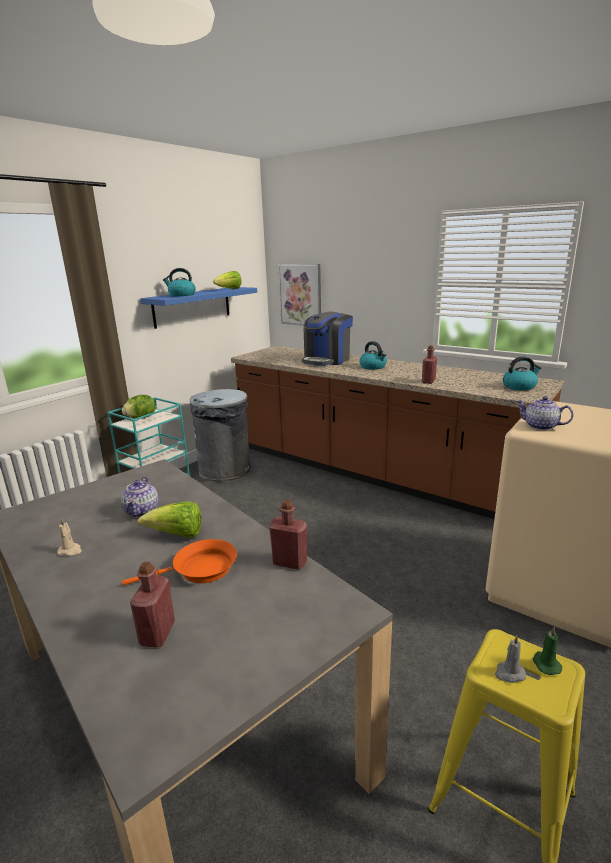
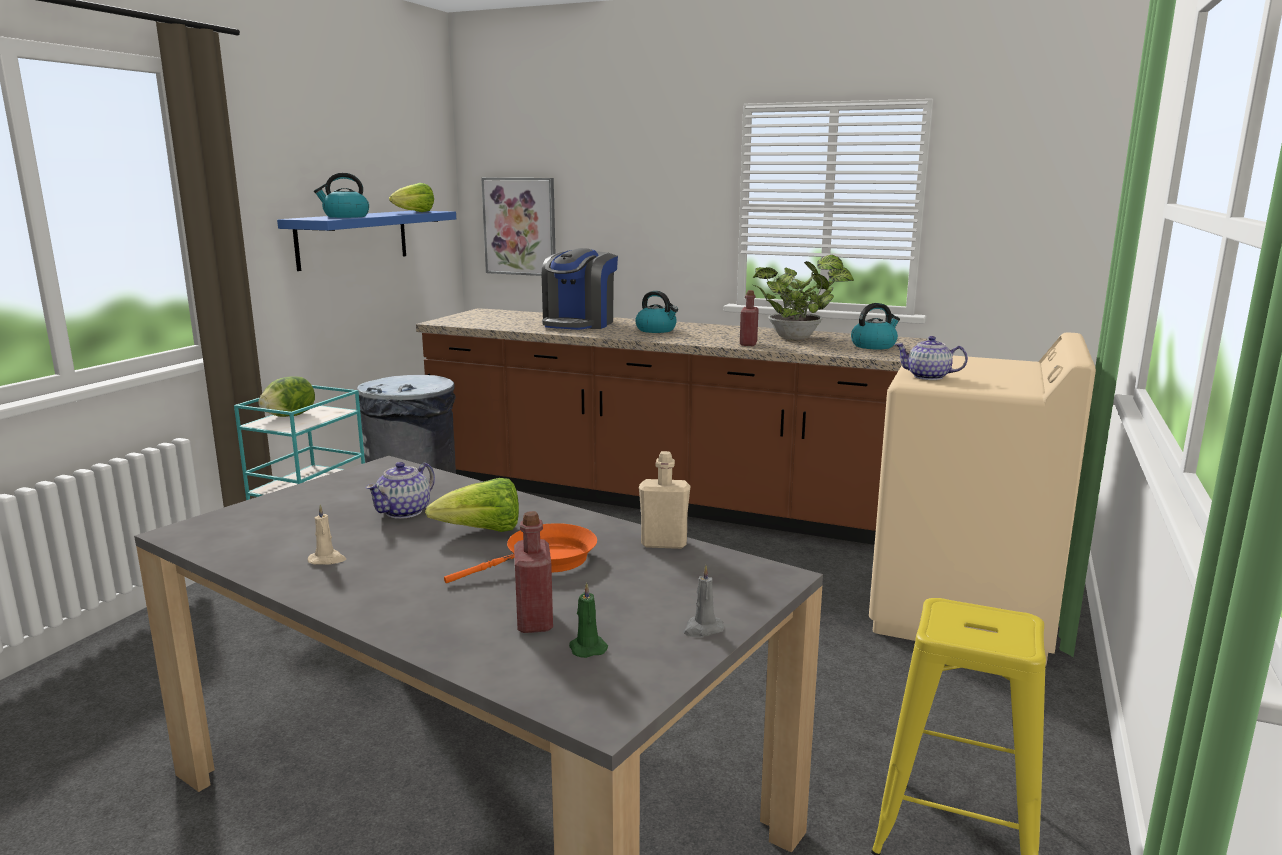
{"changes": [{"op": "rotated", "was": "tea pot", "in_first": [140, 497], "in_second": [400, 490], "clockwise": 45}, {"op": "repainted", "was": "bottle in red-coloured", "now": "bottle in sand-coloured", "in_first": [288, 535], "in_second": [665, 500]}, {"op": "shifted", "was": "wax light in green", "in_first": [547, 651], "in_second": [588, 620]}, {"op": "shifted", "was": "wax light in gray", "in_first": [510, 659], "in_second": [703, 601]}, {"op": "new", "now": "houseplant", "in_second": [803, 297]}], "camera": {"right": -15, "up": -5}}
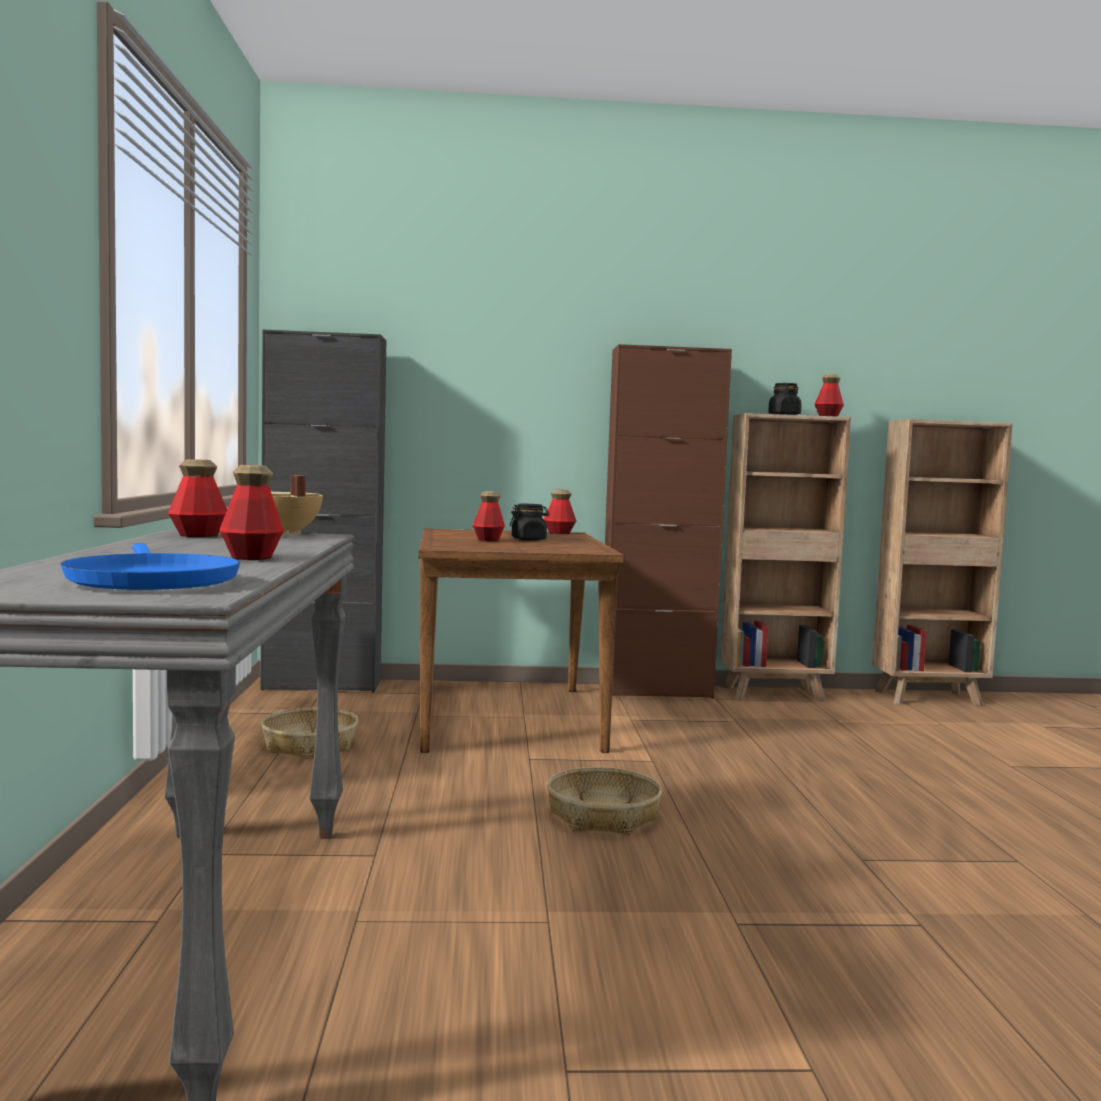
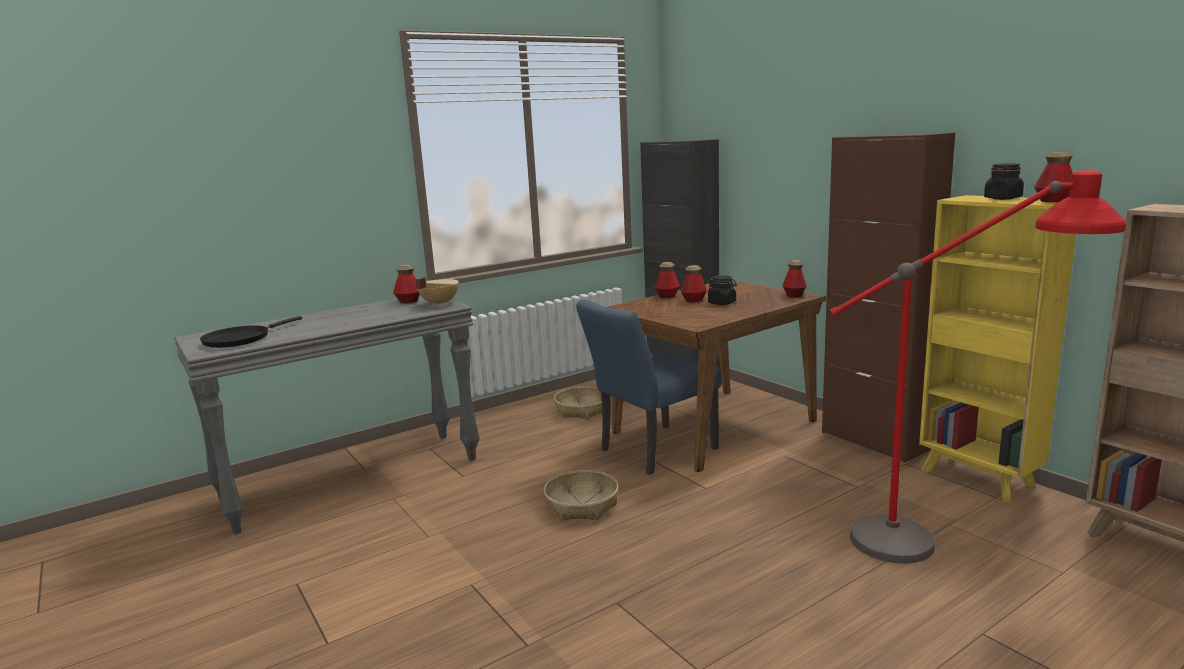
{"changes": [{"op": "repainted", "was": "shelving unit in brown", "now": "shelving unit in yellow-coloured", "in_first": [786, 557], "in_second": [997, 348]}, {"op": "shifted", "was": "bottle", "in_first": [251, 512], "in_second": [667, 280]}, {"op": "repainted", "was": "pan in blue-coloured", "now": "pan in black-coloured", "in_first": [150, 567], "in_second": [251, 332]}, {"op": "new", "now": "floor lamp in red-coloured", "in_second": [978, 367]}, {"op": "new", "now": "chair in blue-coloured", "in_second": [648, 387]}], "camera": {"right": 60, "up": 10}}
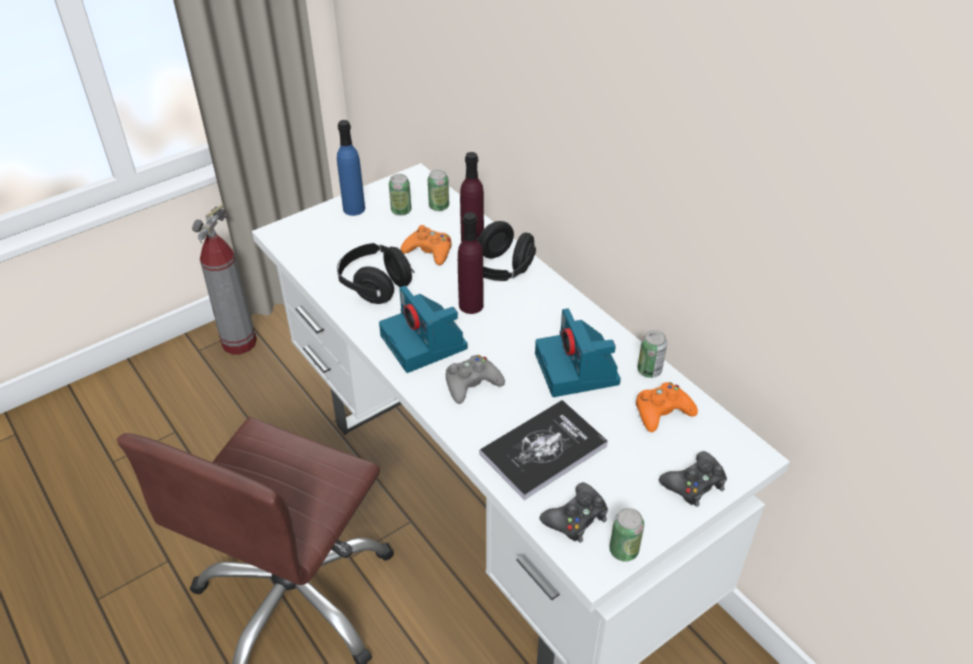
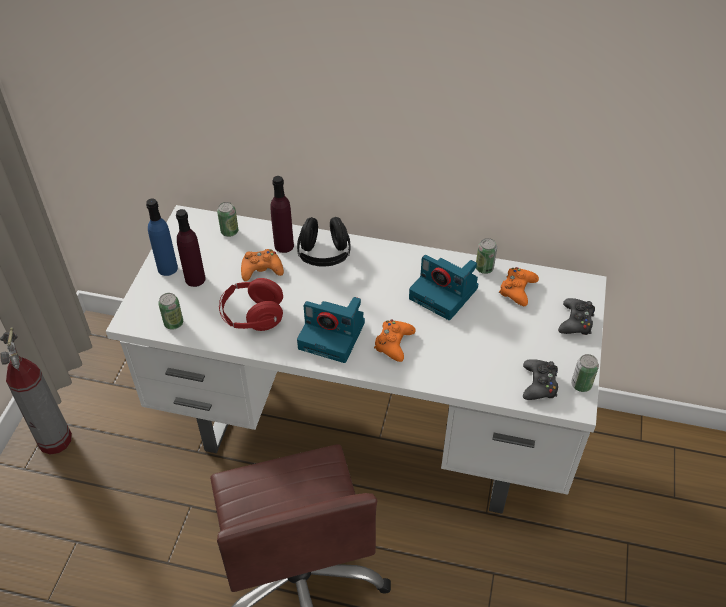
{"changes": [{"op": "shifted", "was": "sealed can", "in_first": [400, 194], "in_second": [170, 311]}, {"op": "shifted", "was": "bottle in purplish", "in_first": [471, 263], "in_second": [191, 248]}, {"op": "repainted", "was": "headphones in black-coloured", "now": "headphones in red-coloured", "in_first": [375, 273], "in_second": [251, 304]}, {"op": "repainted", "was": "gamepad in gray", "now": "gamepad in orange", "in_first": [475, 379], "in_second": [395, 341]}, {"op": "gone", "was": "volume", "in_first": [543, 450]}], "camera": {"right": -40, "up": 5}}
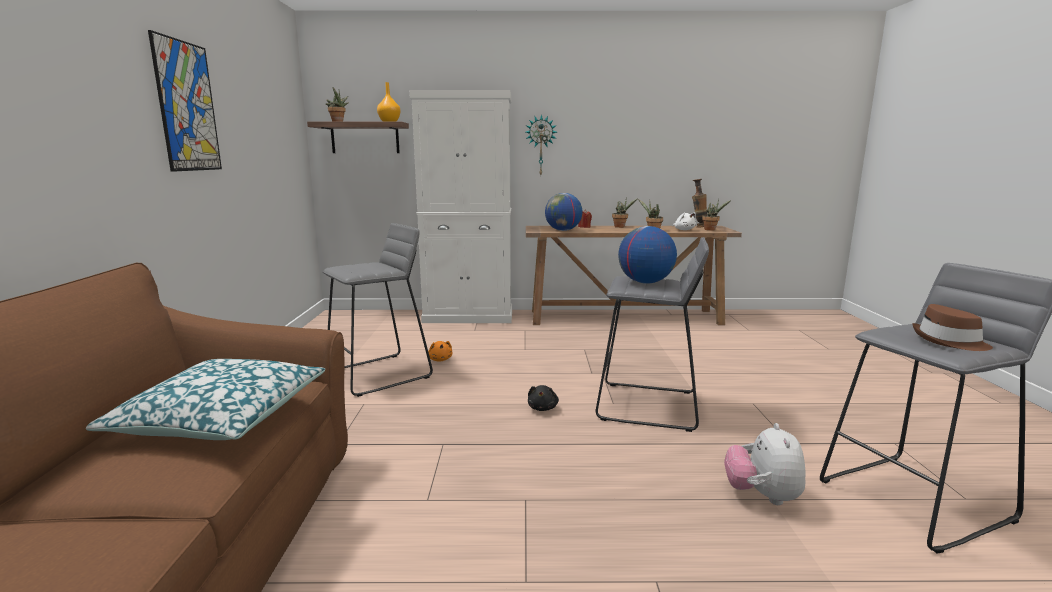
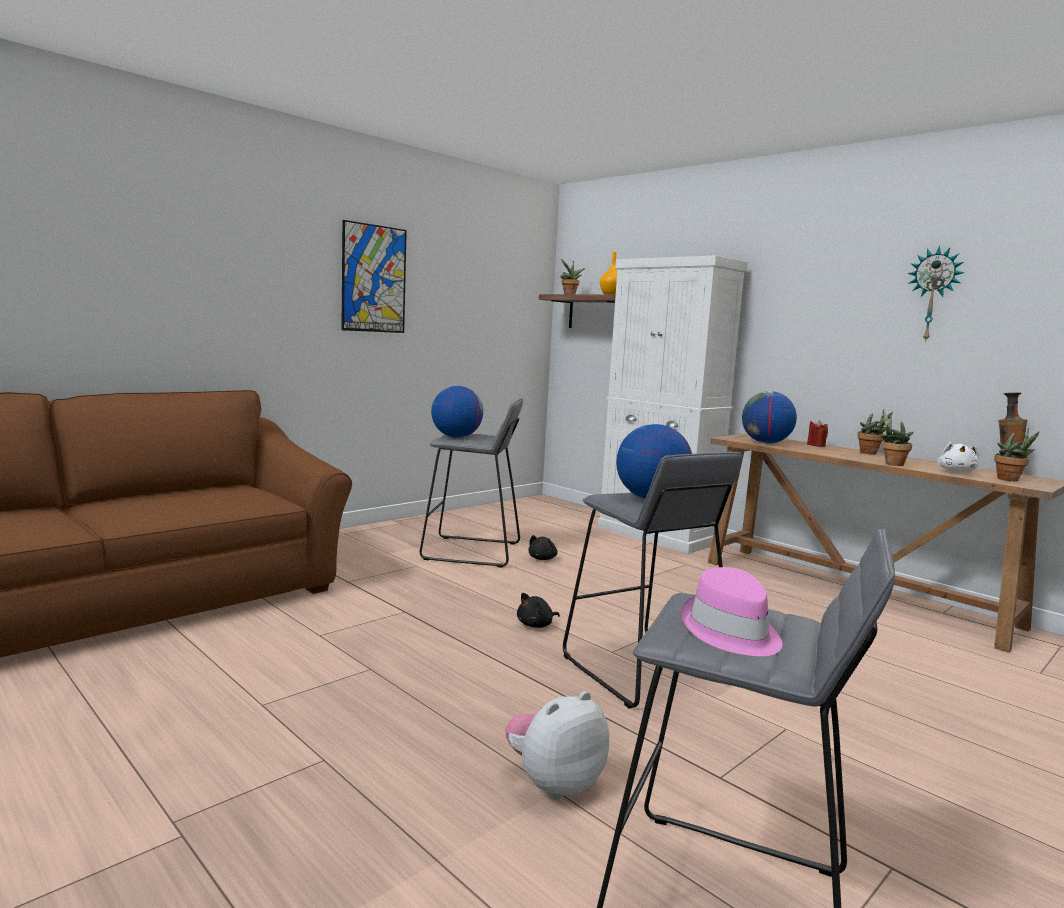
{"changes": [{"op": "shifted", "was": "hanging clock", "in_first": [541, 144], "in_second": [935, 294]}, {"op": "repainted", "was": "wearable hat in brown", "now": "wearable hat in pink", "in_first": [952, 327], "in_second": [731, 611]}, {"op": "repainted", "was": "cuddly toy in orange", "now": "cuddly toy in black-coloured", "in_first": [440, 351], "in_second": [543, 547]}, {"op": "gone", "was": "throw pillow", "in_first": [205, 399]}, {"op": "new", "now": "desk globe", "in_second": [457, 412]}], "camera": {"right": 45, "up": -5}}
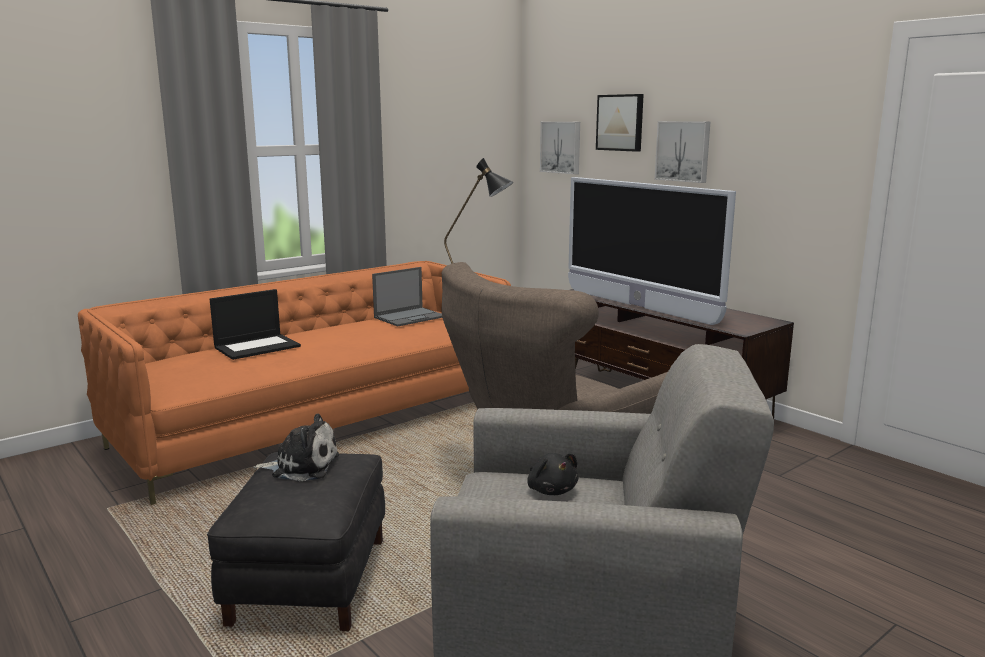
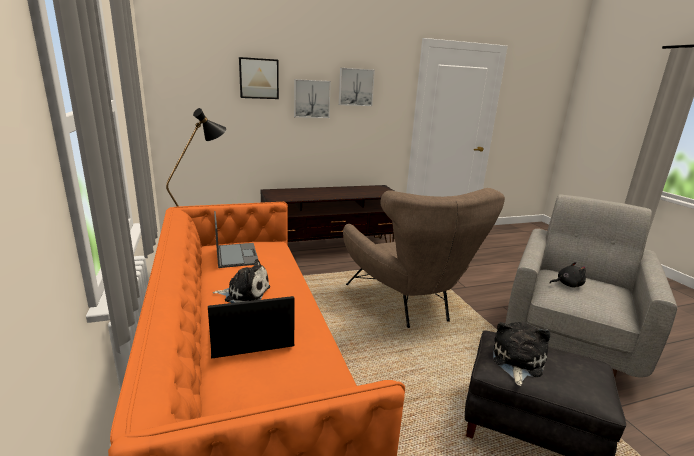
{"changes": [{"op": "shifted", "was": "wall art", "in_first": [560, 148], "in_second": [357, 87]}, {"op": "gone", "was": "TV", "in_first": [652, 251]}, {"op": "rotated", "was": "notebook computer", "in_first": [255, 324], "in_second": [251, 327], "clockwise": -90}, {"op": "new", "now": "cuddly toy", "in_second": [241, 281]}], "camera": {"right": -70, "up": 5}}
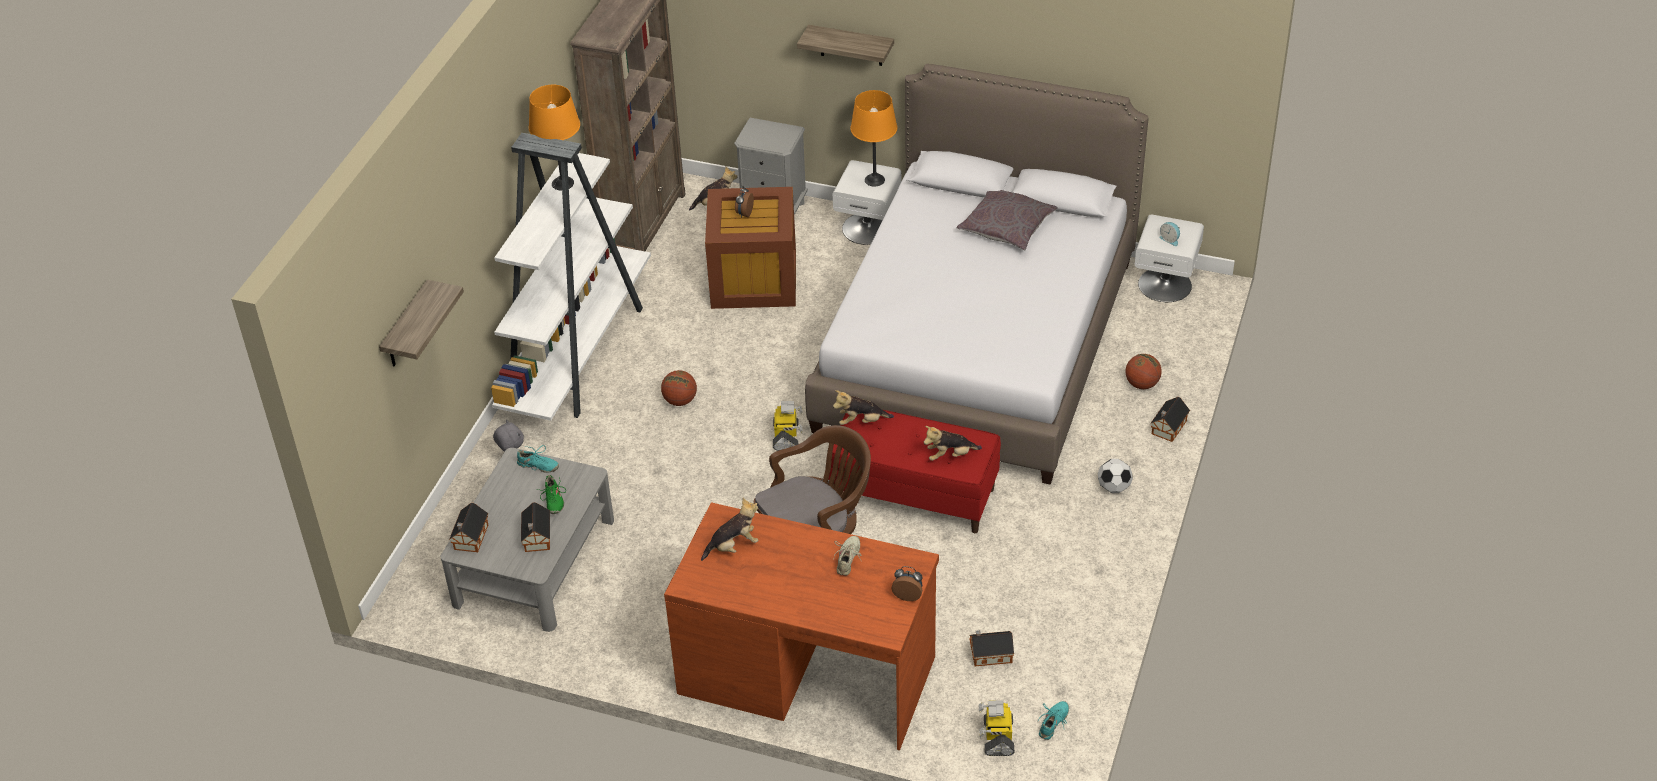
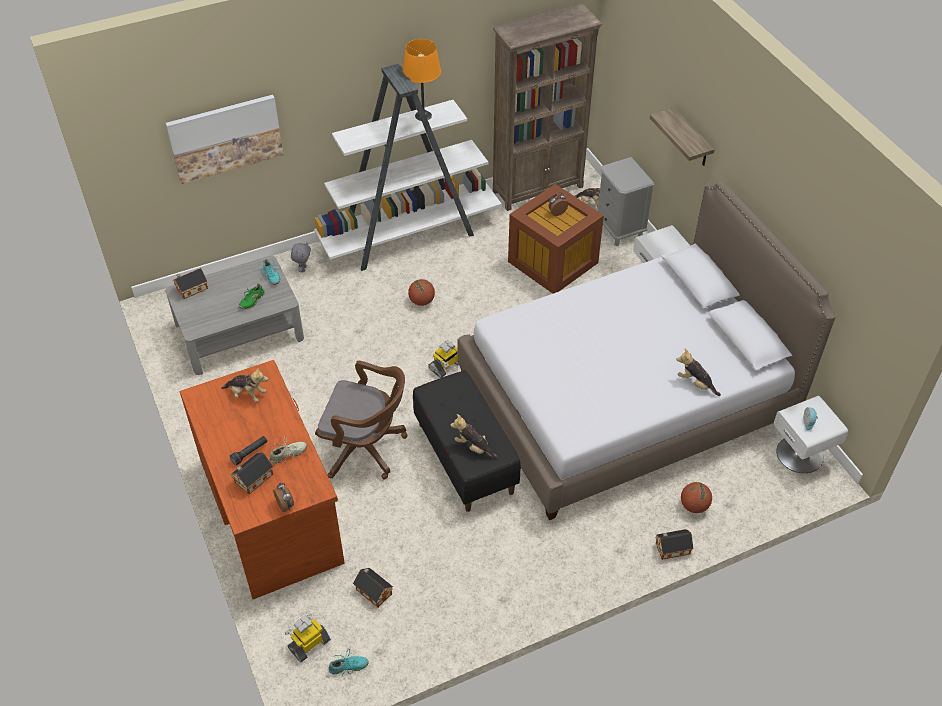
{"changes": [{"op": "gone", "was": "tabletop lamp in orange", "in_first": [873, 138]}, {"op": "gone", "was": "throw pillow in gray", "in_first": [1007, 220]}, {"op": "swapped", "was": "shelf", "now": "wall art", "in_first": [421, 323], "in_second": [225, 139]}, {"op": "shifted", "was": "cuddly toy", "in_first": [863, 407], "in_second": [698, 372]}, {"op": "repainted", "was": "long seat in red-coloured", "now": "long seat in black-coloured", "in_first": [914, 471], "in_second": [467, 441]}, {"op": "gone", "was": "ball for football", "in_first": [1115, 476]}, {"op": "shifted", "was": "model house", "in_first": [535, 527], "in_second": [251, 473]}, {"op": "new", "now": "hand torch in black-coloured", "in_second": [248, 450]}], "camera": {"right": 45, "up": 5}}
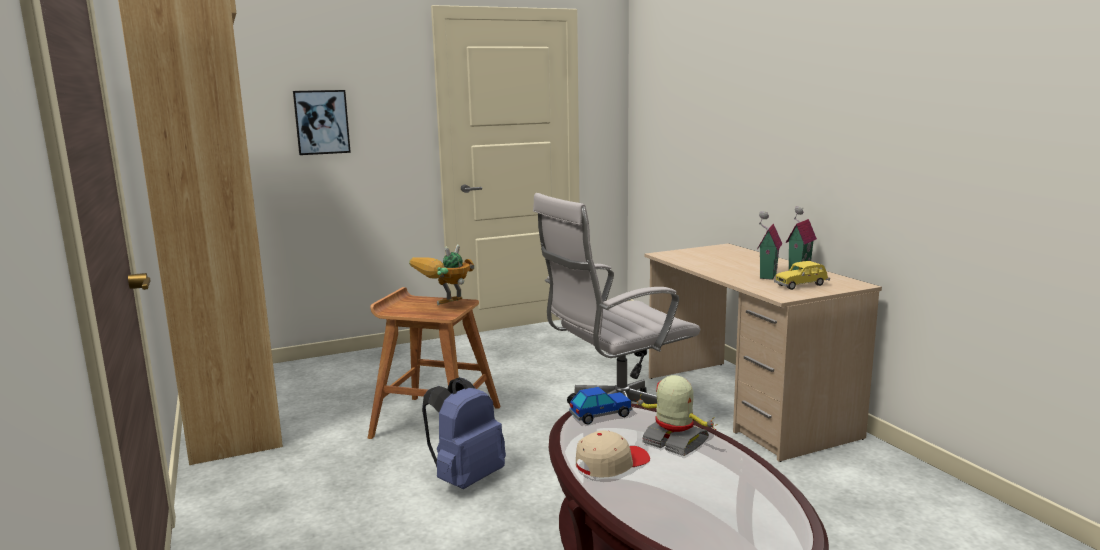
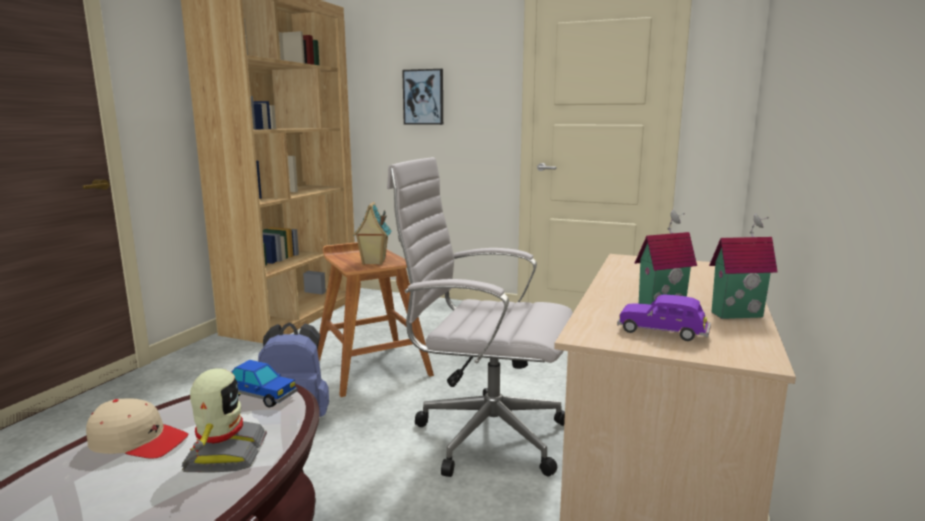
{"changes": [{"op": "swapped", "was": "robot figure", "now": "model house", "in_first": [441, 275], "in_second": [372, 233]}, {"op": "repainted", "was": "miniature car in yellow-coloured", "now": "miniature car in purplish", "in_first": [802, 275], "in_second": [664, 317]}], "camera": {"right": 45, "up": 0}}
